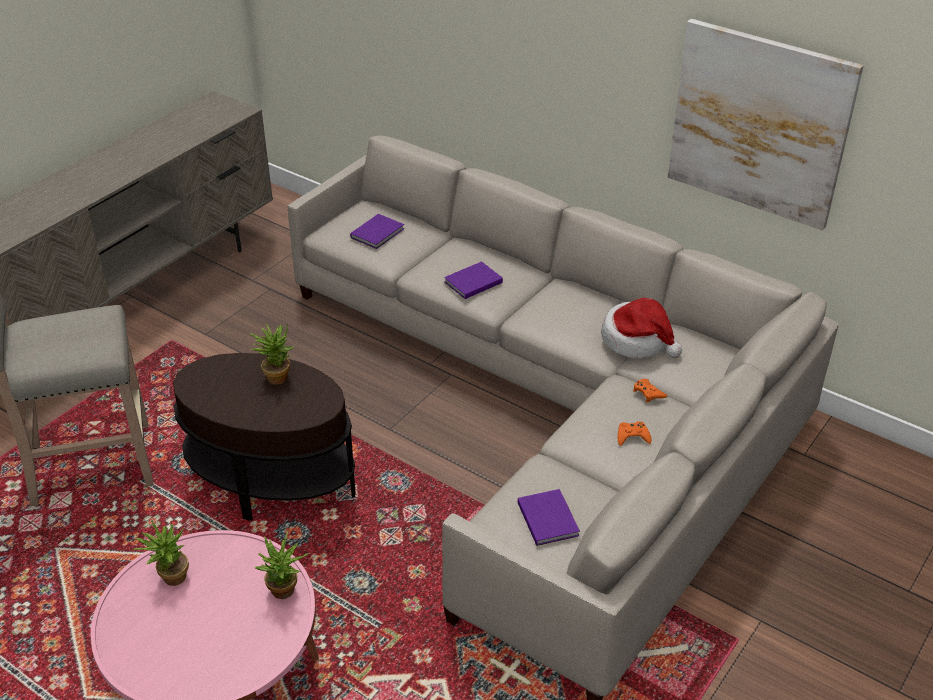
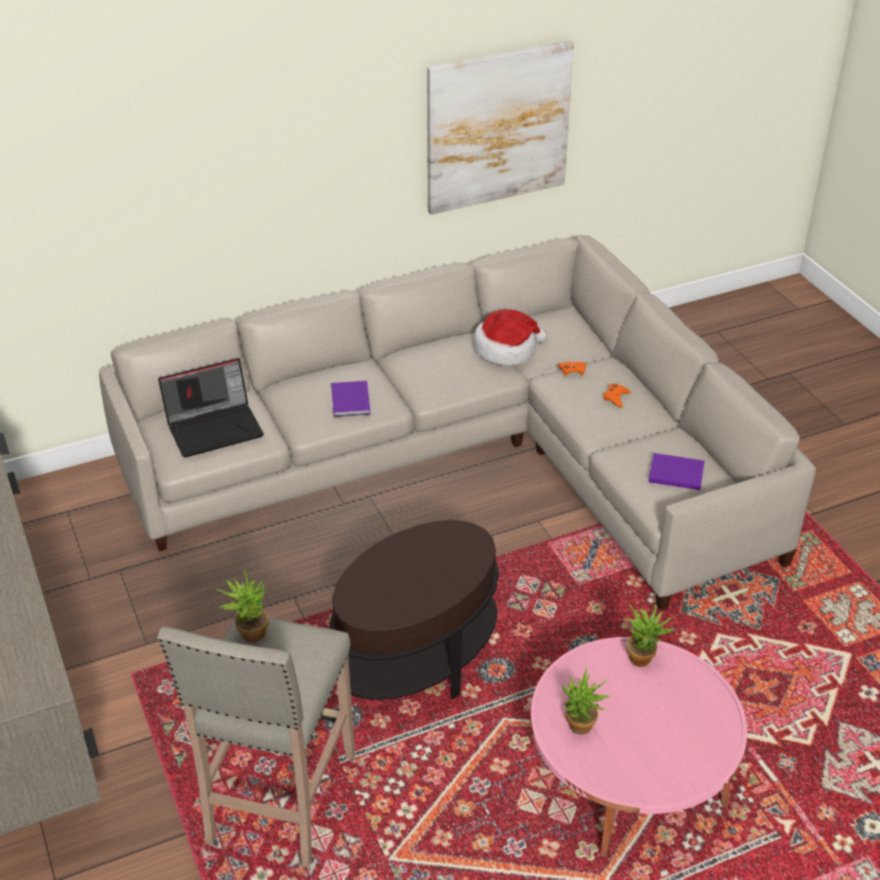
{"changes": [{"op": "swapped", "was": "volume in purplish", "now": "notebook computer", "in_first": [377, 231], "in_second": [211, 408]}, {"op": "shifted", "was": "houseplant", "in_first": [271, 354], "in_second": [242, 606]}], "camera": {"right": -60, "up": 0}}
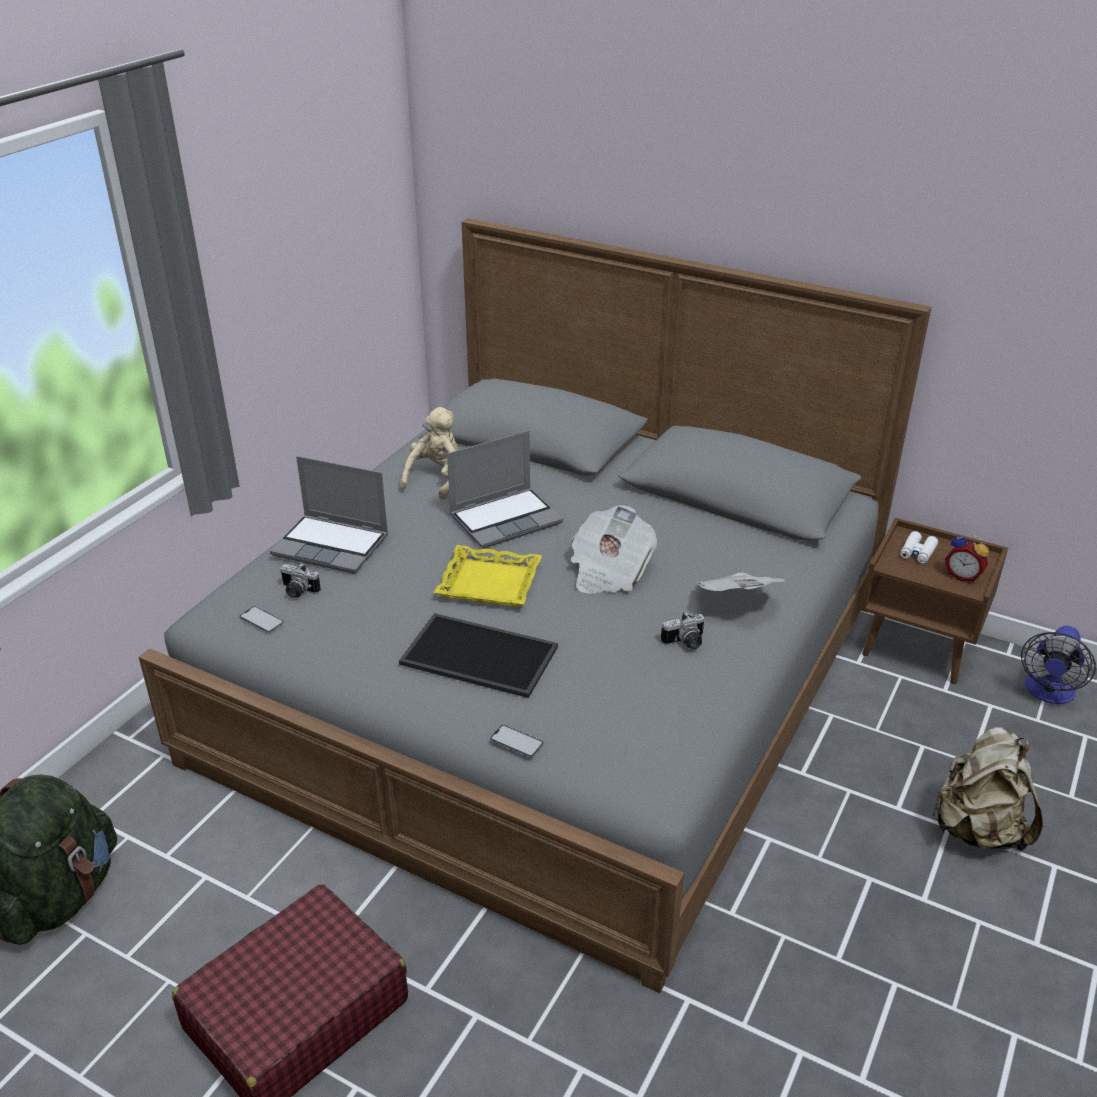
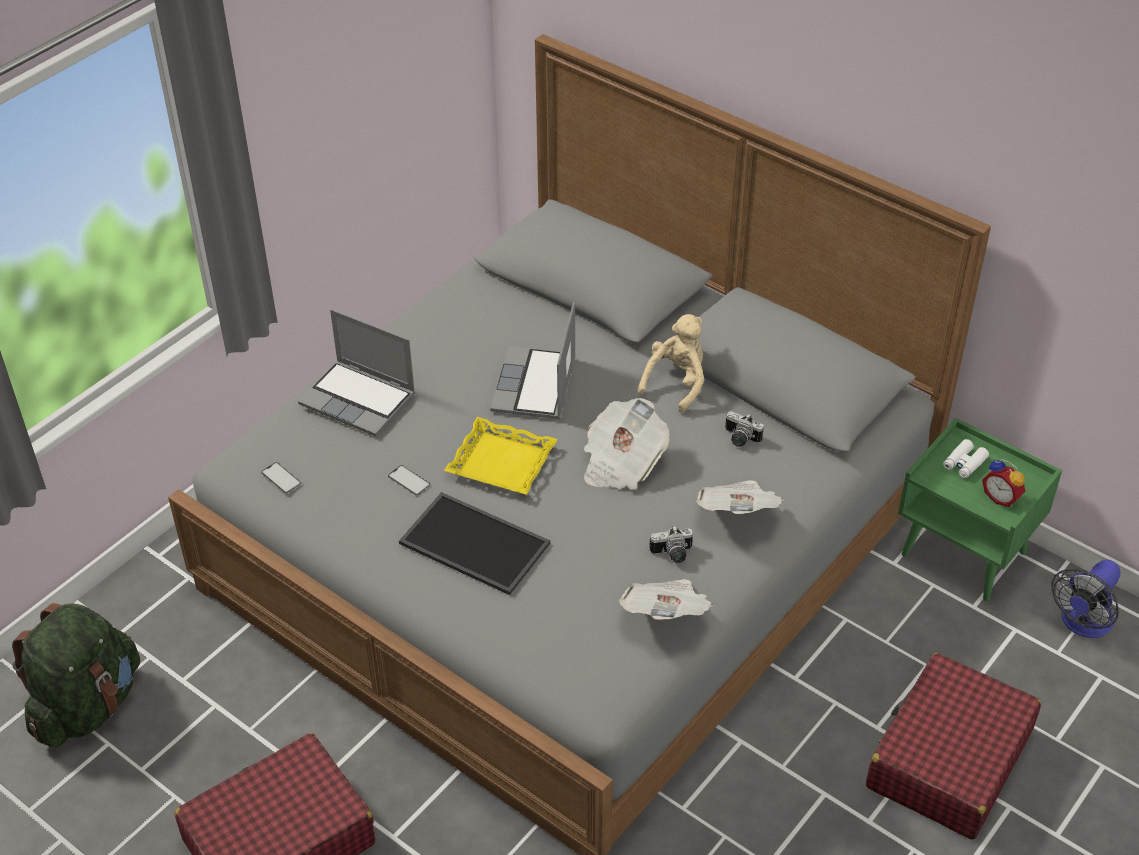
{"changes": [{"op": "shifted", "was": "cuddly toy in sand-coloured", "in_first": [429, 453], "in_second": [671, 363]}, {"op": "rotated", "was": "notebook computer", "in_first": [505, 489], "in_second": [533, 360], "clockwise": 120}, {"op": "repainted", "was": "bedside table in brown", "now": "bedside table in green", "in_first": [934, 601], "in_second": [980, 509]}, {"op": "shifted", "was": "still camera", "in_first": [300, 580], "in_second": [744, 429]}, {"op": "shifted", "was": "handset", "in_first": [517, 741], "in_second": [409, 480]}, {"op": "swapped", "was": "rucksack in sand-coloured", "now": "suitcase in red-coloured", "in_first": [987, 789], "in_second": [953, 746]}, {"op": "new", "now": "newspaper", "in_second": [666, 599]}], "camera": {"right": 10, "up": 10}}
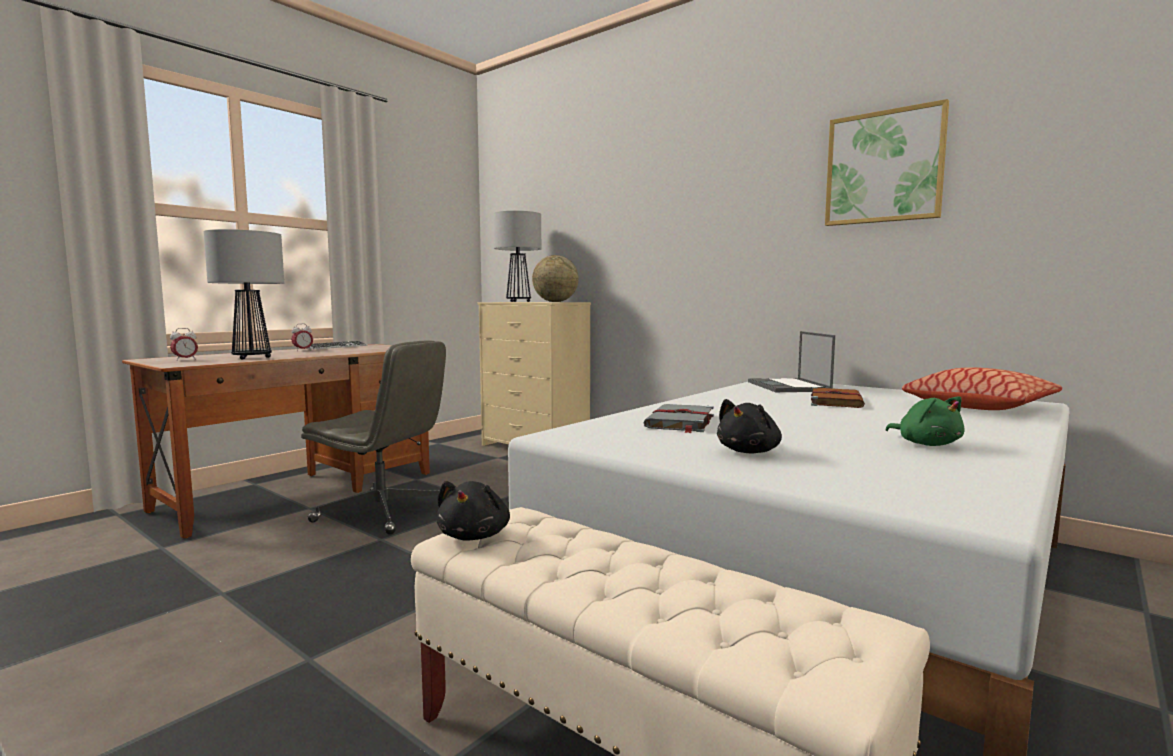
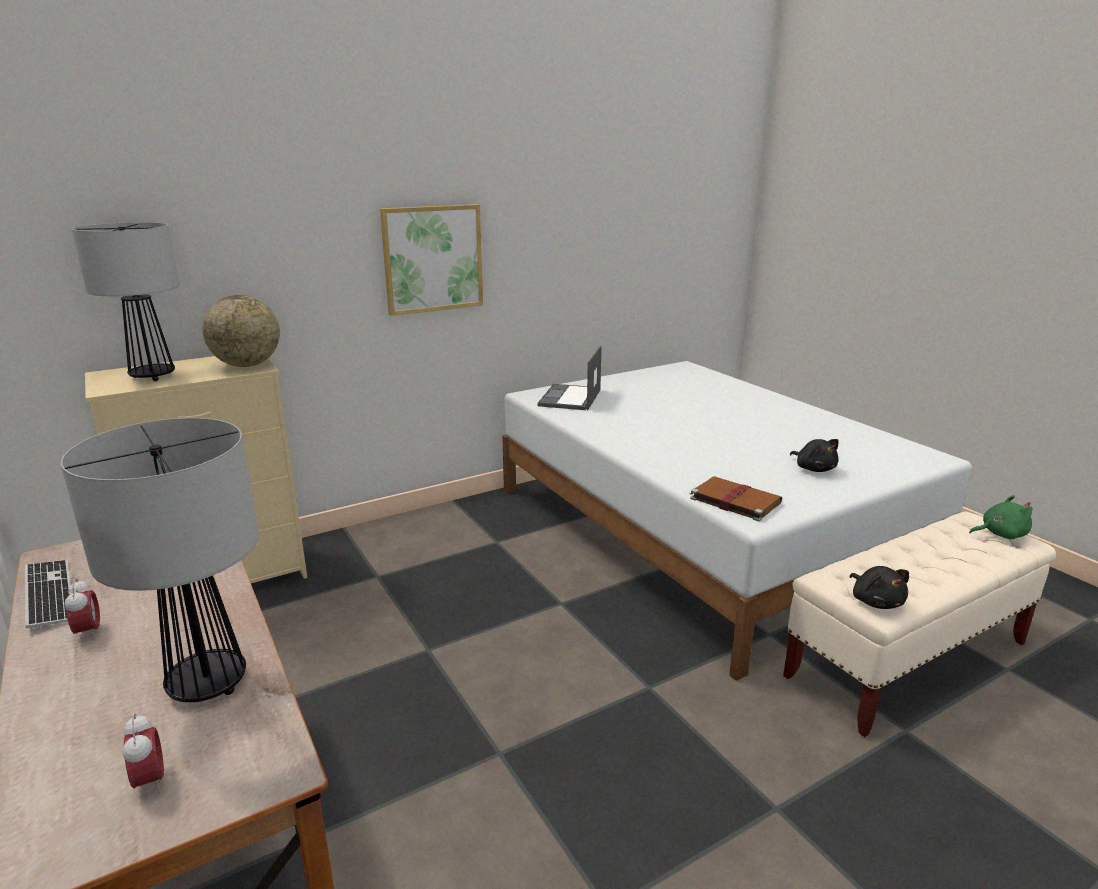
{"changes": [{"op": "shifted", "was": "wall art", "in_first": [887, 162], "in_second": [431, 260]}, {"op": "rotated", "was": "notebook computer", "in_first": [791, 361], "in_second": [569, 377], "clockwise": 90}, {"op": "gone", "was": "office chair in gray", "in_first": [373, 437]}, {"op": "gone", "was": "throw pillow", "in_first": [982, 388]}, {"op": "shifted", "was": "volume in brown", "in_first": [838, 397], "in_second": [735, 498]}, {"op": "shifted", "was": "cuddly toy in green", "in_first": [925, 421], "in_second": [1000, 517]}, {"op": "gone", "was": "volume in gray", "in_first": [679, 418]}, {"op": "rotated", "was": "cuddly toy in black-coloured", "in_first": [473, 511], "in_second": [879, 587], "clockwise": 45}], "camera": {"right": -70, "up": 15}}
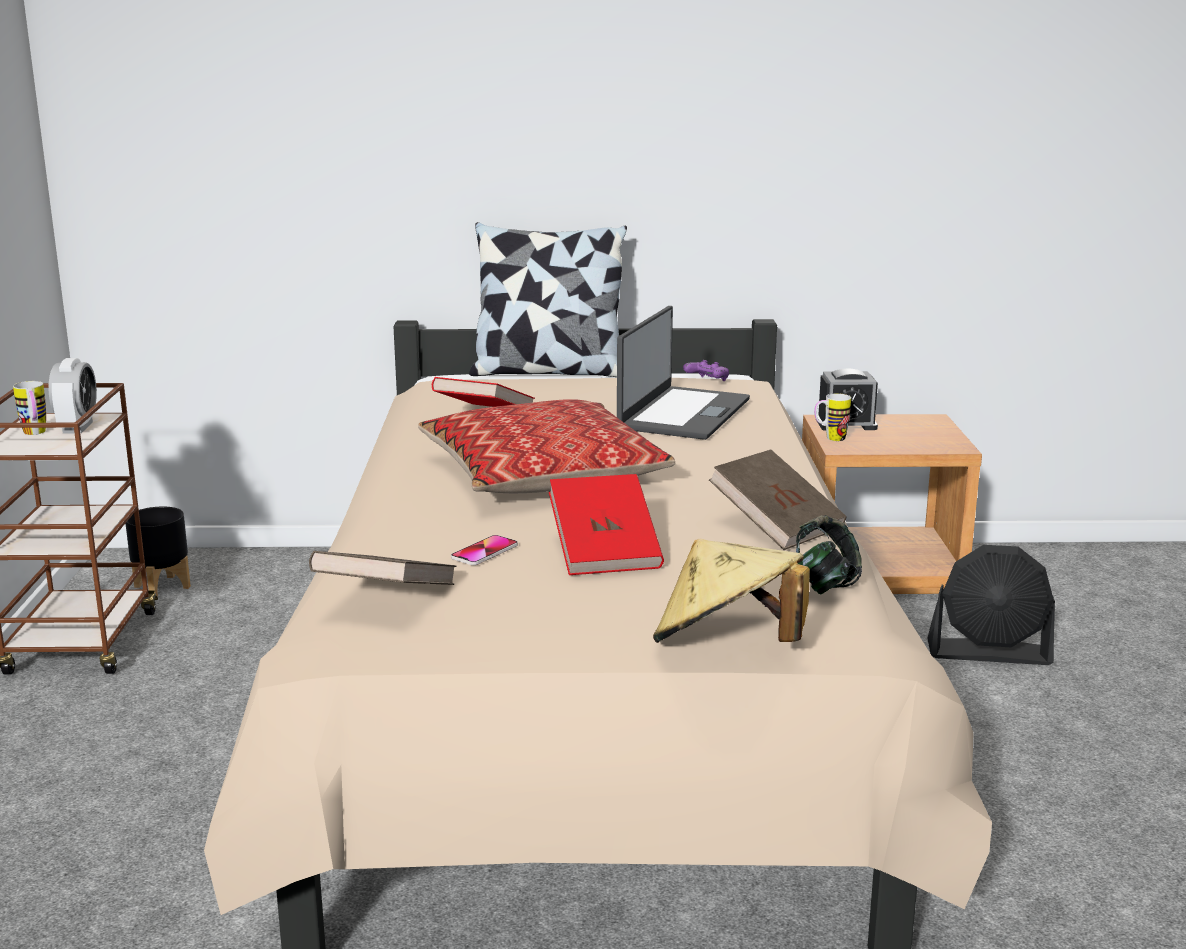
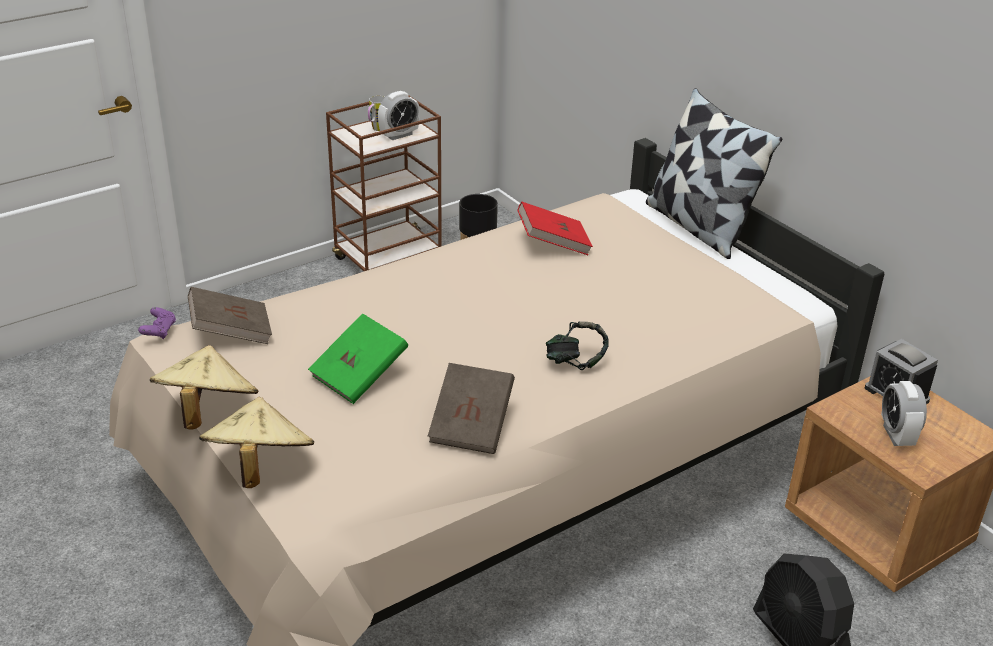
{"changes": [{"op": "gone", "was": "notebook computer", "in_first": [683, 373]}, {"op": "shifted", "was": "gamepad in purplish", "in_first": [706, 370], "in_second": [157, 323]}, {"op": "gone", "was": "mug", "in_first": [832, 417]}, {"op": "gone", "was": "throw pillow", "in_first": [546, 446]}, {"op": "repainted", "was": "volume in red-coloured", "now": "volume in green", "in_first": [606, 524], "in_second": [358, 358]}, {"op": "shifted", "was": "headphones", "in_first": [829, 554], "in_second": [577, 346]}, {"op": "gone", "was": "handset", "in_first": [484, 550]}, {"op": "new", "now": "wearable hat in sand-coloured", "in_second": [204, 387]}, {"op": "new", "now": "bedside clock", "in_second": [904, 413]}], "camera": {"right": 55, "up": 15}}
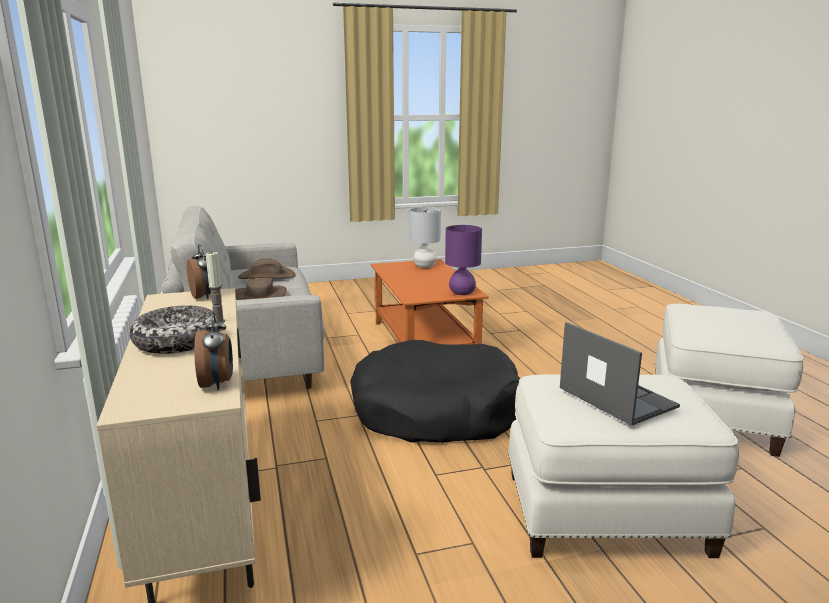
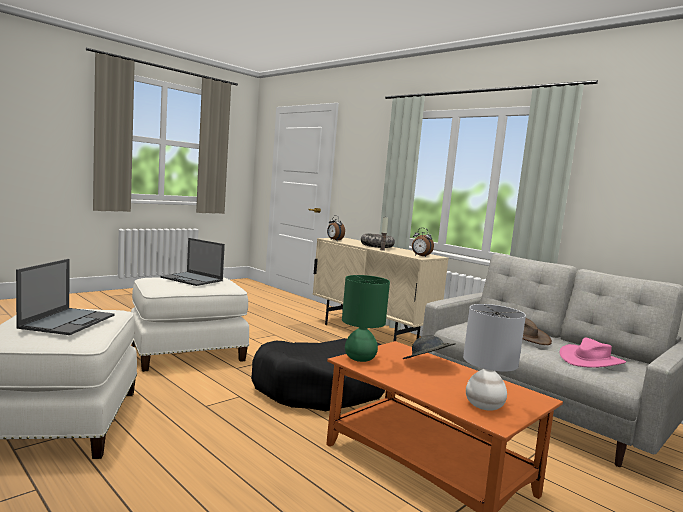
{"changes": [{"op": "repainted", "was": "tabletop lamp in purplish", "now": "tabletop lamp in green", "in_first": [463, 260], "in_second": [366, 318]}, {"op": "repainted", "was": "wearable hat in brown", "now": "wearable hat in pink", "in_first": [267, 268], "in_second": [592, 353]}, {"op": "new", "now": "notebook computer", "in_second": [65, 297]}, {"op": "new", "now": "wearable hat in gray", "in_second": [429, 347]}], "camera": {"right": 150, "up": -10}}
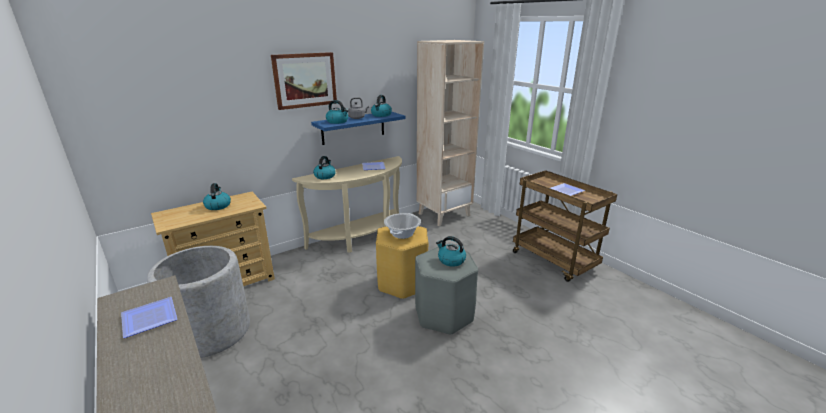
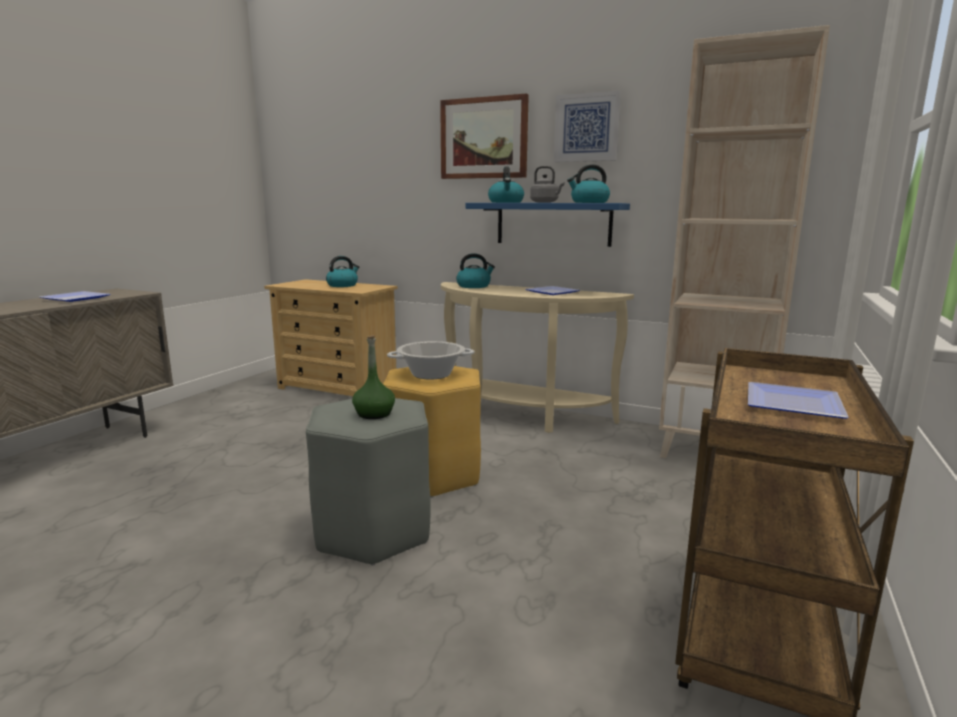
{"changes": [{"op": "swapped", "was": "water kettle", "now": "bottle in green", "in_first": [451, 251], "in_second": [373, 377]}, {"op": "gone", "was": "flower pot in gray", "in_first": [198, 302]}, {"op": "new", "now": "wall art", "in_second": [587, 126]}], "camera": {"right": 60, "up": -10}}
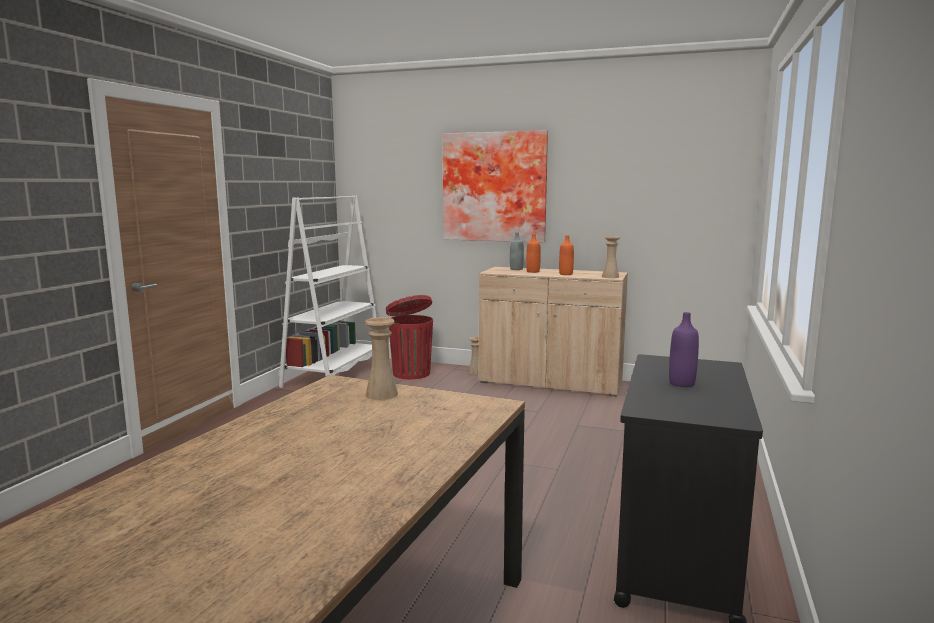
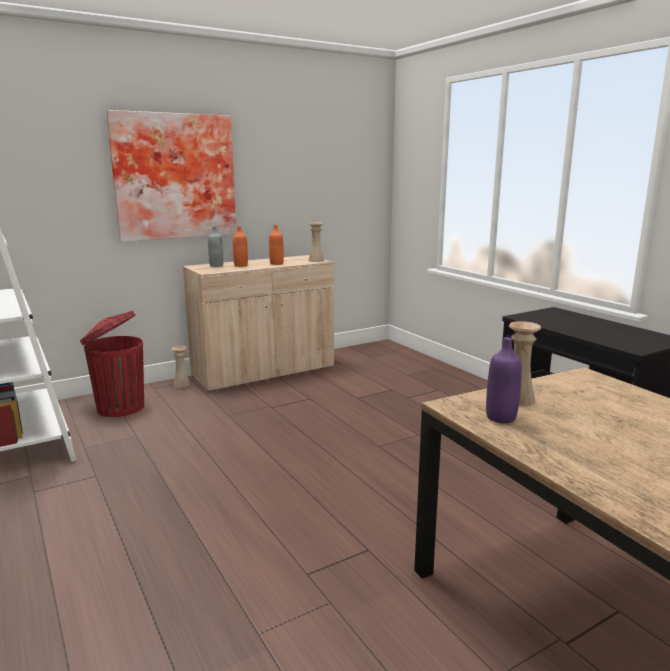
{"changes": [{"op": "shifted", "was": "bottle in purplish", "in_first": [684, 349], "in_second": [504, 380]}], "camera": {"right": -50, "up": 5}}
